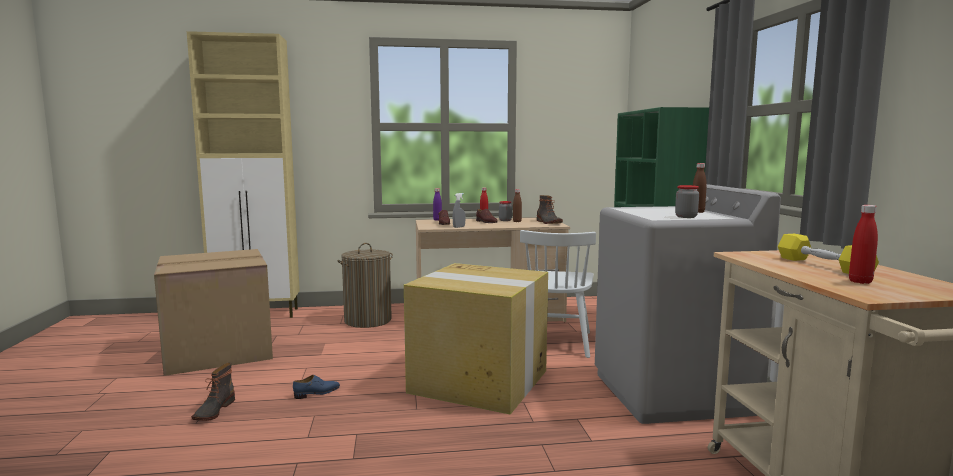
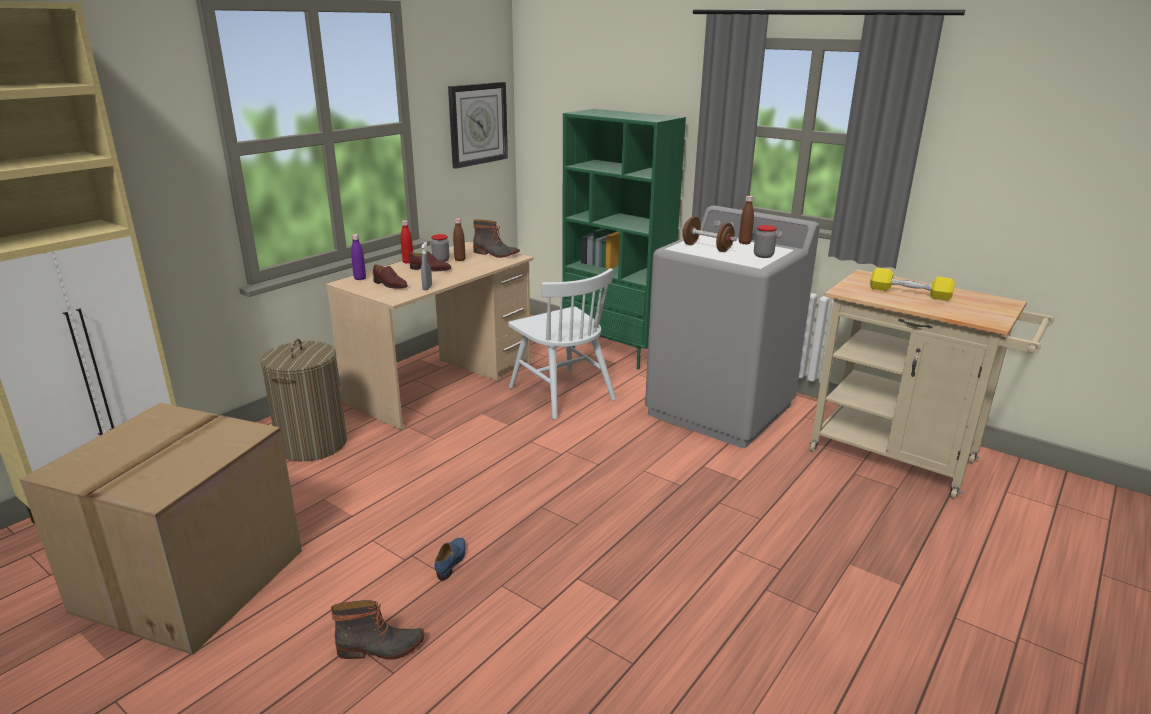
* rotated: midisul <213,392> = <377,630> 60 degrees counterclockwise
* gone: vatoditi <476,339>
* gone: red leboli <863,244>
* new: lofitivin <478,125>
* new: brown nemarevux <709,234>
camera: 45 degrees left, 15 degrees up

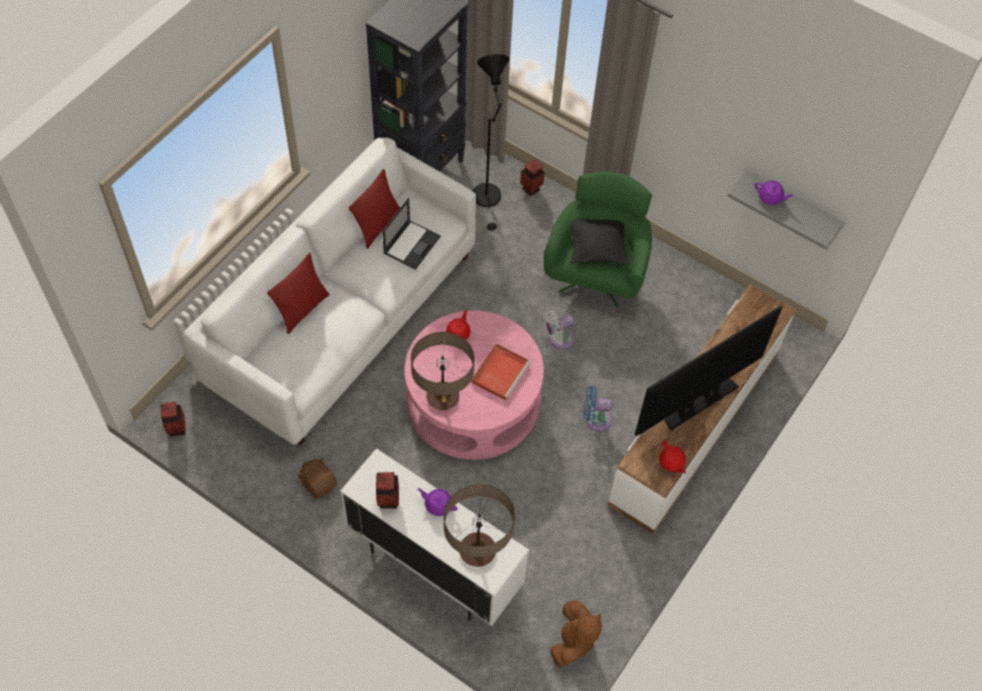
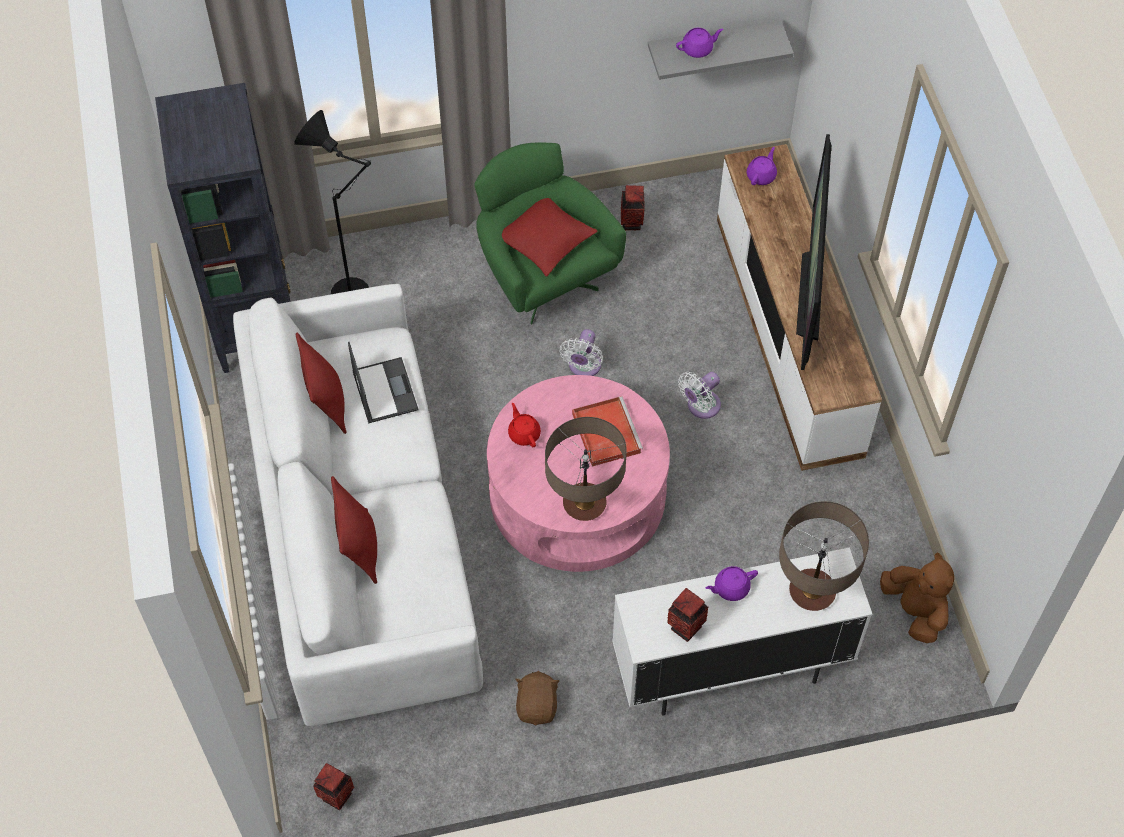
* rotated: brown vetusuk <317,477> = <537,698> 90 degrees clockwise
* shifted: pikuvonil <532,177> to <633,207>
* repainted: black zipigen <599,242> to red zipigen <550,237>
* repainted: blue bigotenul <597,408> to white bigotenul <699,395>
* gone: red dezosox <672,457>
* new: purple dezosox <762,166>
camera: 45 degrees left, 0 degrees up

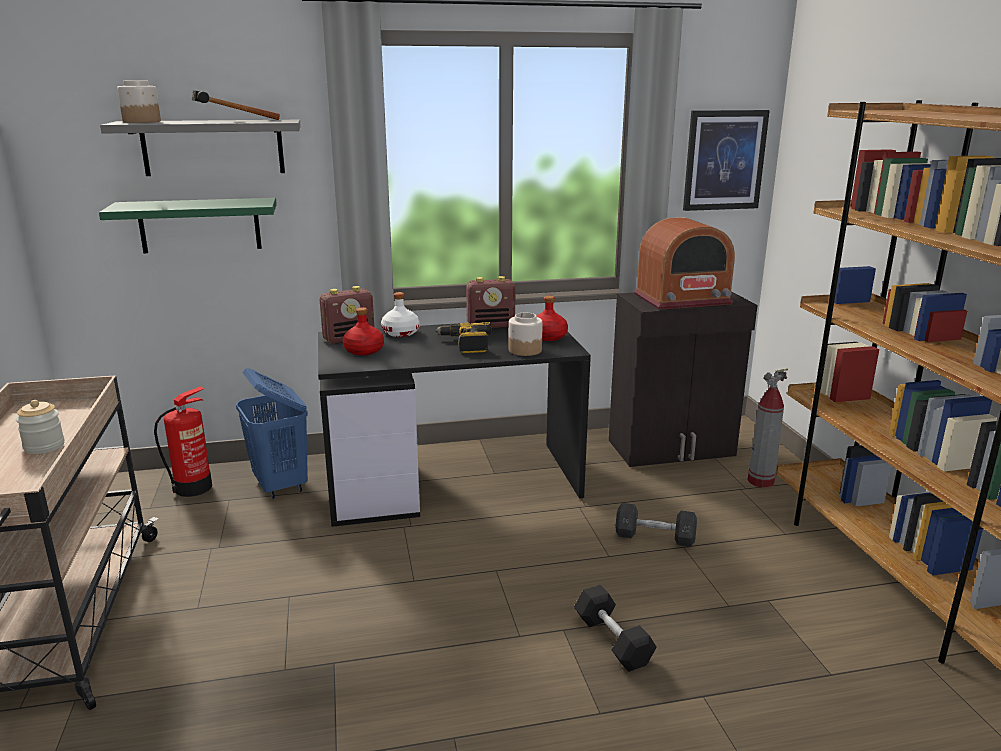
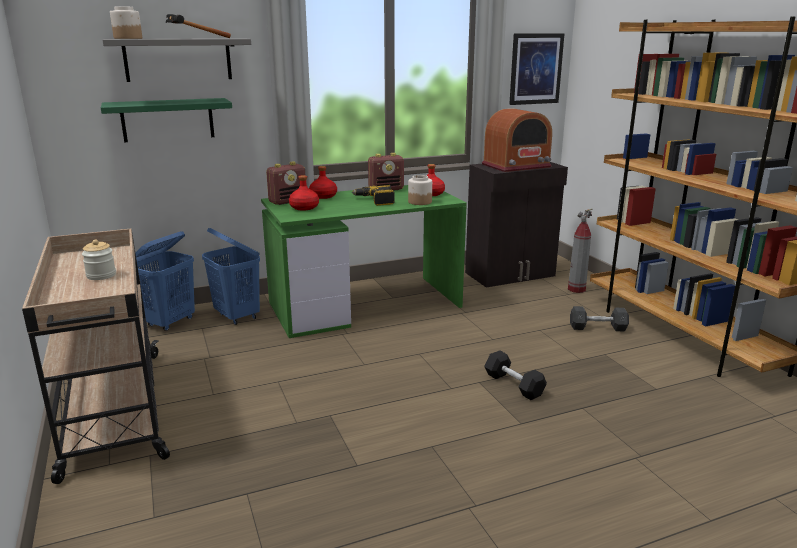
* swapped: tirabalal <183,441> to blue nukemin <165,281>
* repainted: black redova <454,425> to green redova <364,261>
* repainted: white leboli <400,314> to red leboli <323,182>
* shifted: grey nemarevux <656,525> to <599,319>
camera: 10 degrees left, 0 degrees up

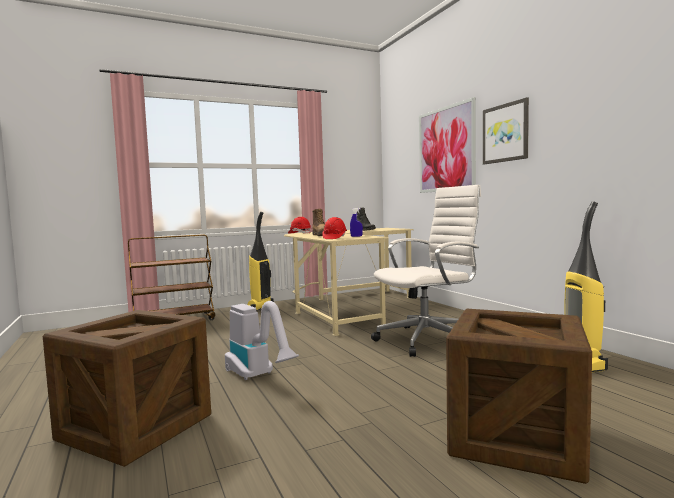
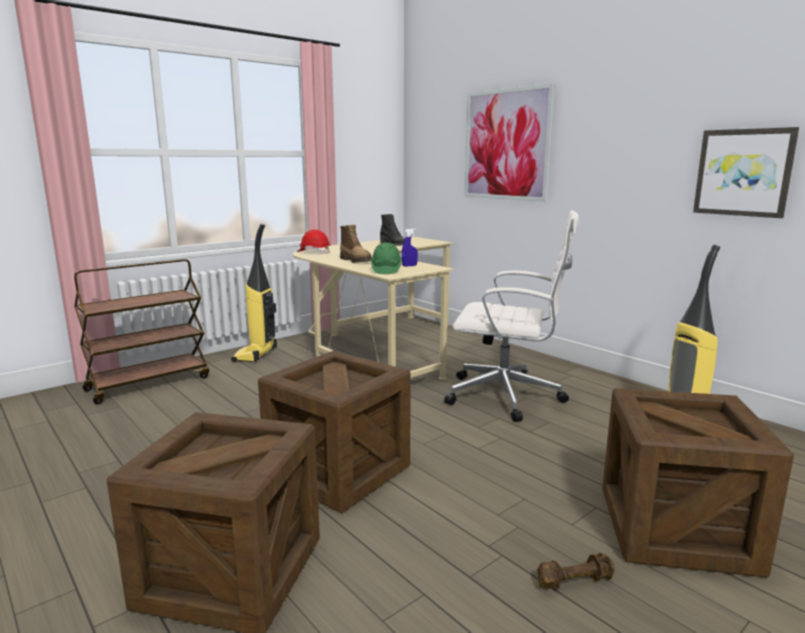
* swapped: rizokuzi <262,340> to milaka <334,431>
* repainted: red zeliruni <334,228> to green zeliruni <386,258>
* rotated: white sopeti <426,271> = <511,316> 60 degrees clockwise
* shifted: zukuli <506,131> to <746,172>
* new: brown nemarevux <576,570>
camera: 15 degrees left, 10 degrees up

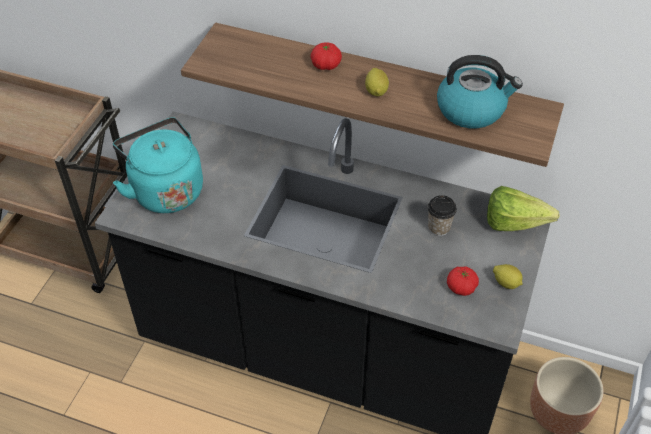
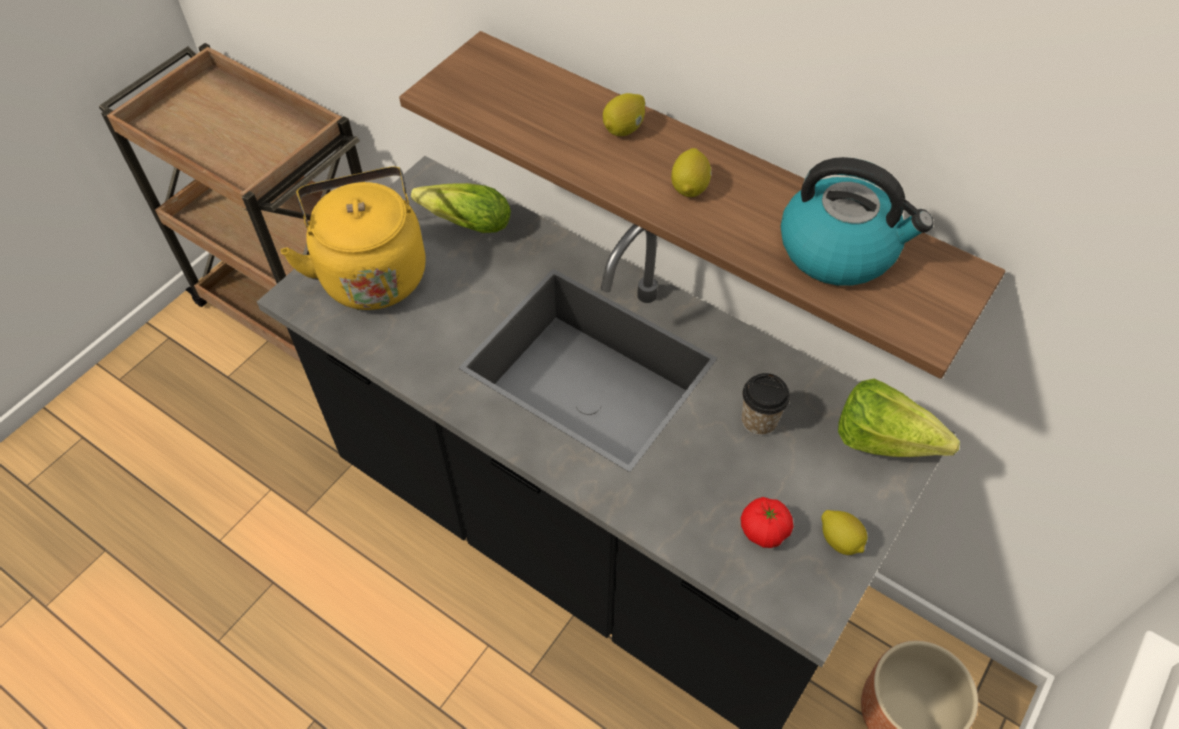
* repainted: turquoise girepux <158,165> to yellow girepux <353,238>
* swapped: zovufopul <326,56> to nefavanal <624,114>
* new: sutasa <461,208>
camera: 15 degrees right, 5 degrees up

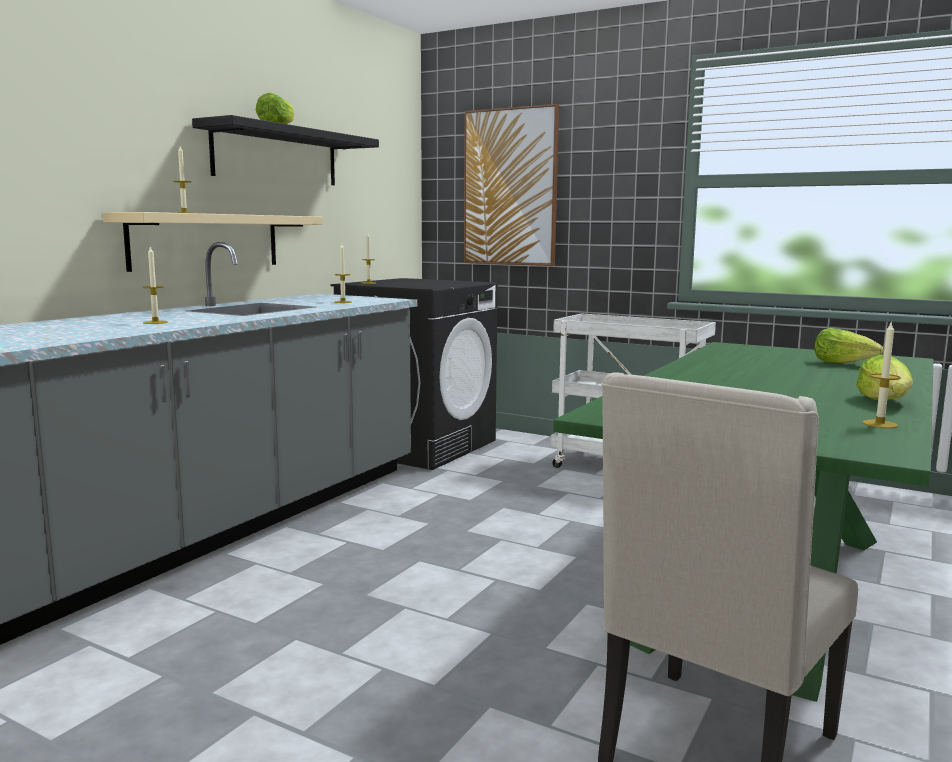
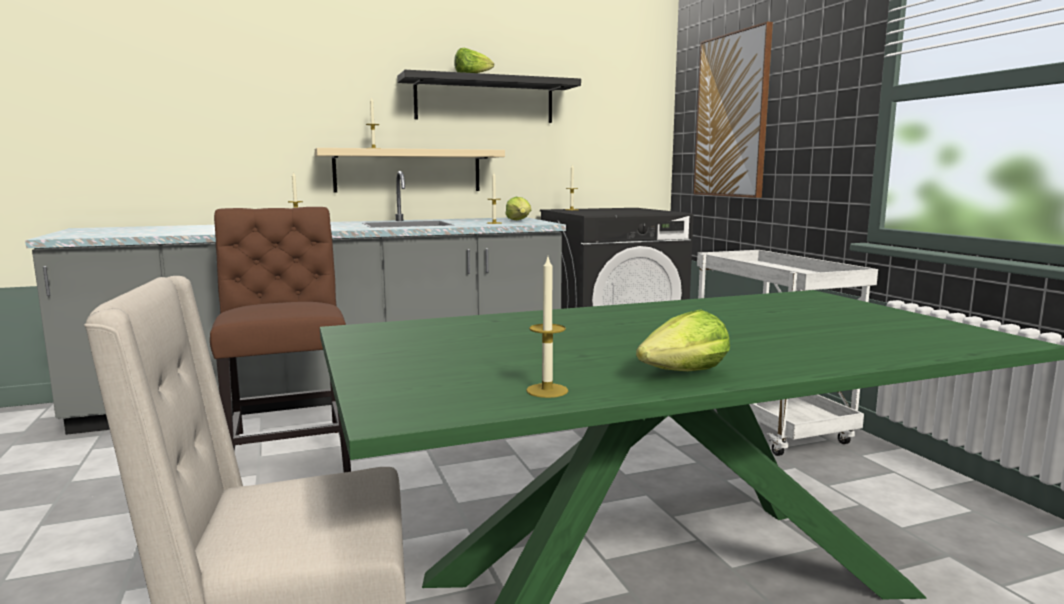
* shifted: sutasa <848,345> to <518,208>
* new: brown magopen <280,340>
camera: 40 degrees right, 0 degrees up

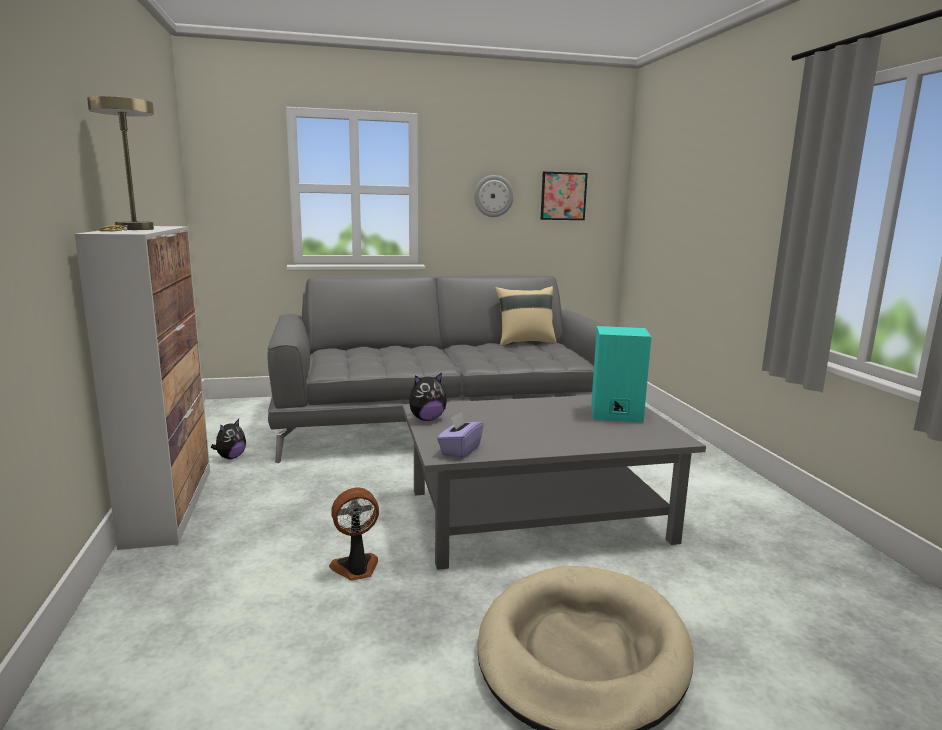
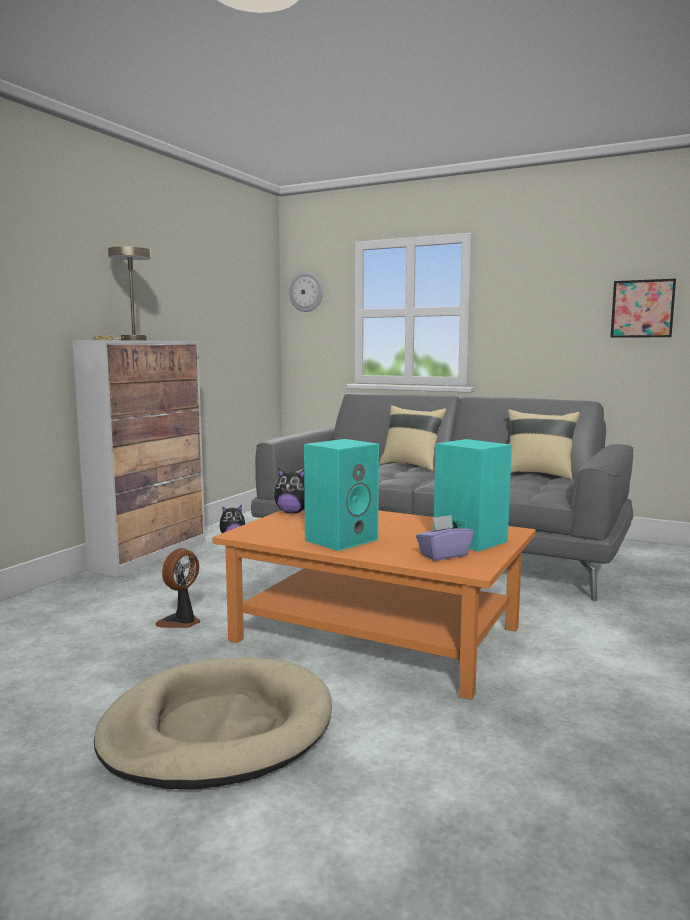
* rotated: bigotenul <354,534> = <178,588> 75 degrees counterclockwise
* repainted: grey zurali <554,482> to orange zurali <374,604>
* shifted: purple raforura <460,435> to <445,537>
* shifted: lofitivin <494,196> to <306,292>
* new: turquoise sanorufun <341,495>
* new: beige zipigen <412,438>
camera: 40 degrees right, 5 degrees down

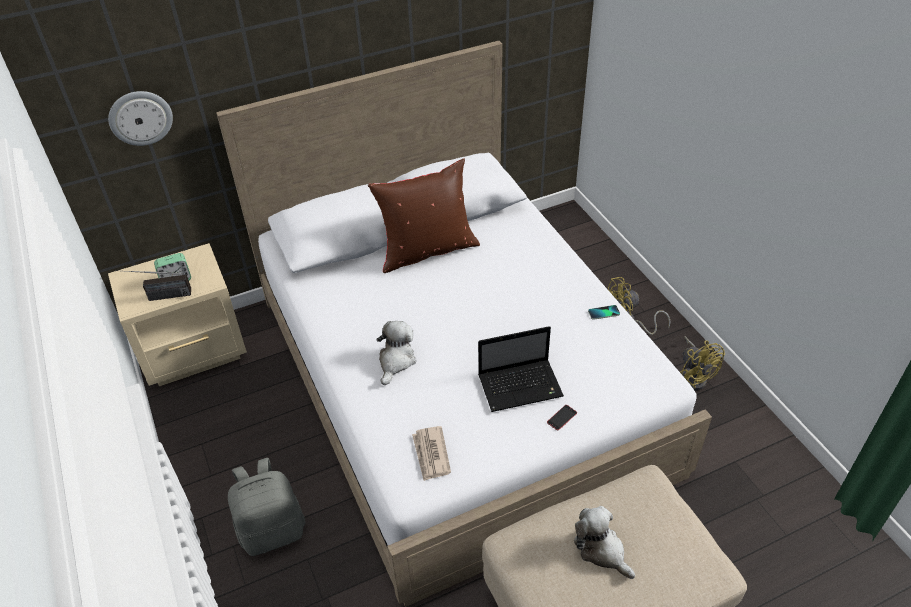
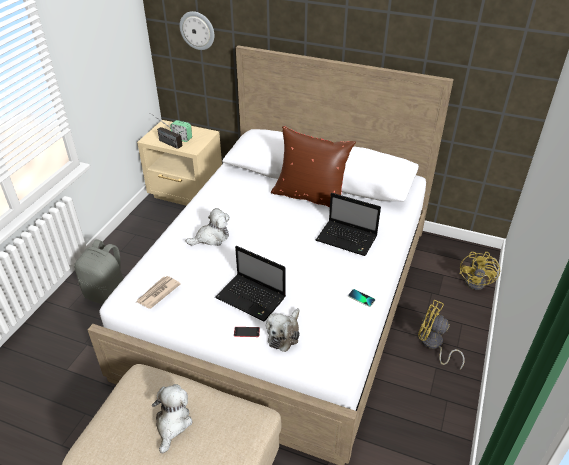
* shifted: yellow bigotenul <702,363> to <480,271>
* new: vetusuk <283,330>
* new: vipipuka <348,224>
camera: 45 degrees right, 5 degrees down

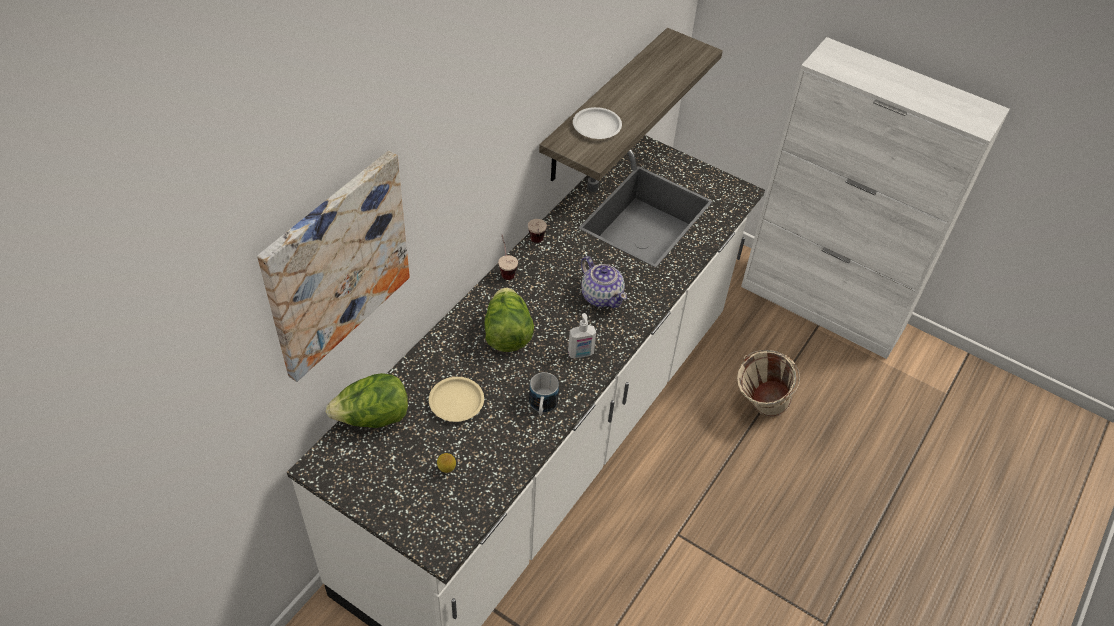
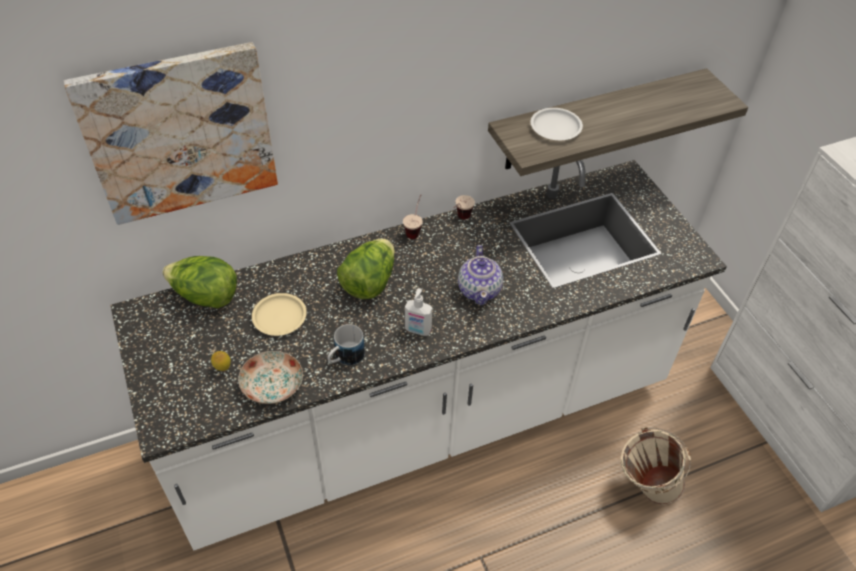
* new: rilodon <270,377>
camera: 35 degrees right, 0 degrees up

